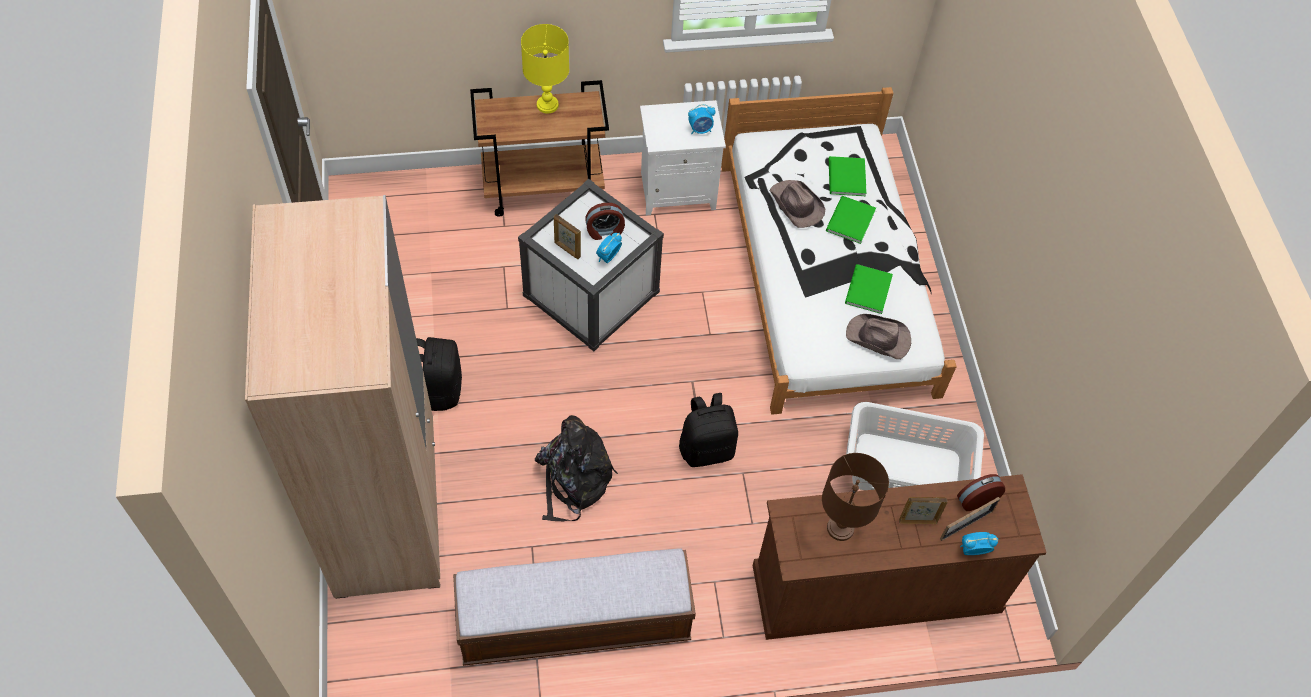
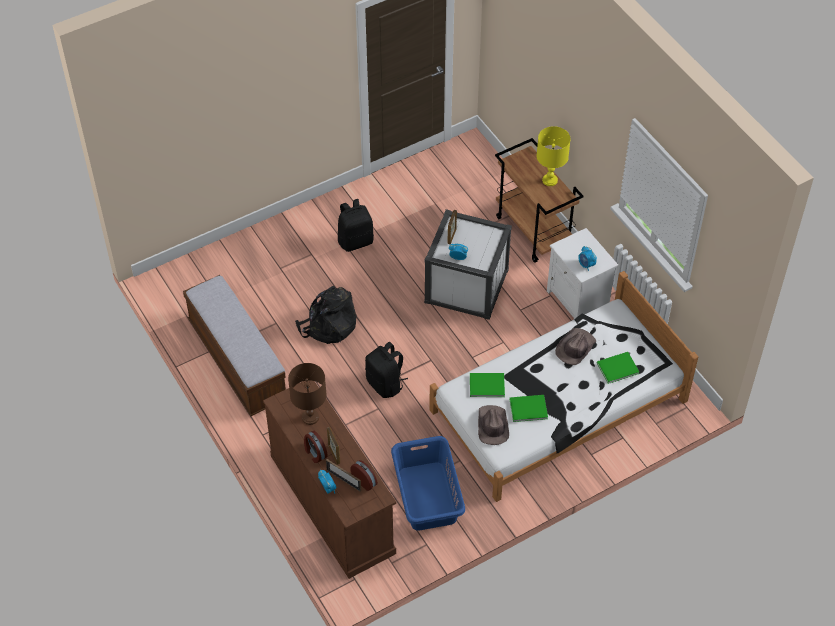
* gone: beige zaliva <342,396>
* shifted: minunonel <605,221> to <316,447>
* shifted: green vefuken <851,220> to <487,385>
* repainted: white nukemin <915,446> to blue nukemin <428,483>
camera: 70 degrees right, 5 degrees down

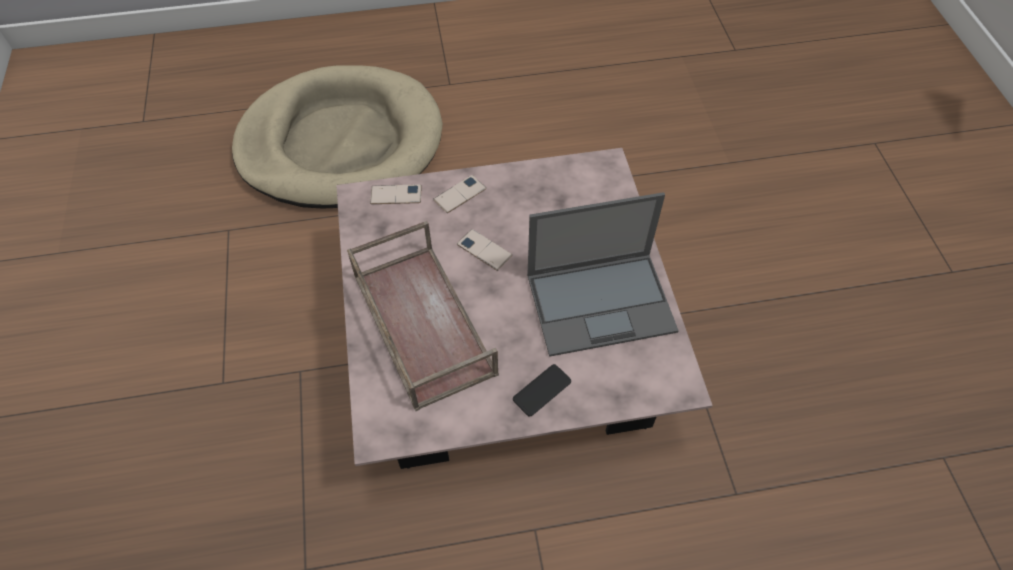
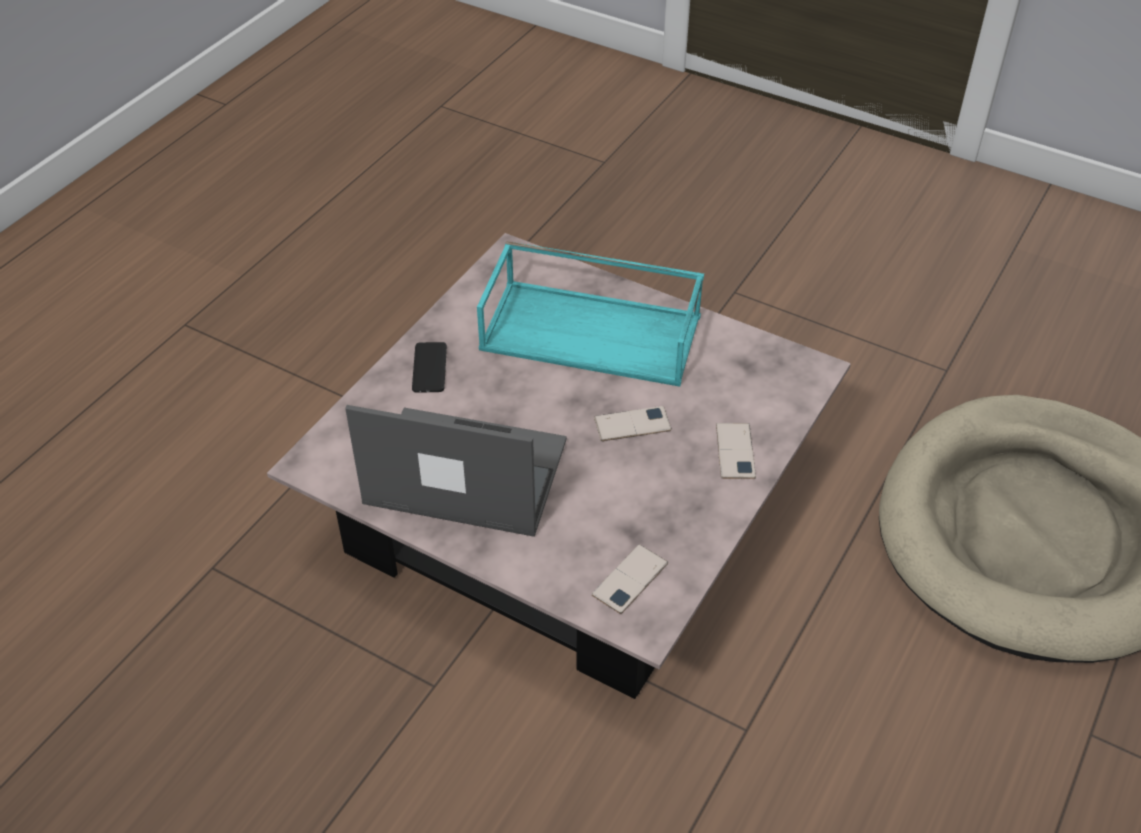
* repainted: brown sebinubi <423,316> to turquoise sebinubi <590,314>
* shifted: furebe <396,194> to <630,579>
* rotated: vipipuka <603,274> = <456,471> 75 degrees clockwise
camera: 130 degrees right, 10 degrees down

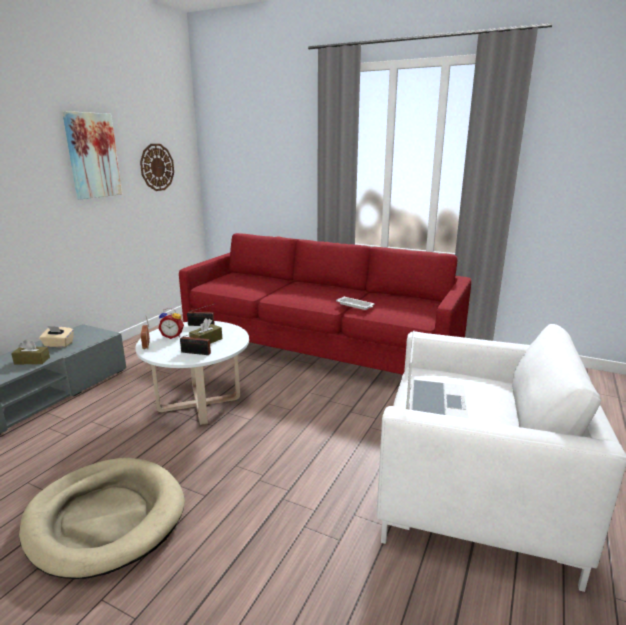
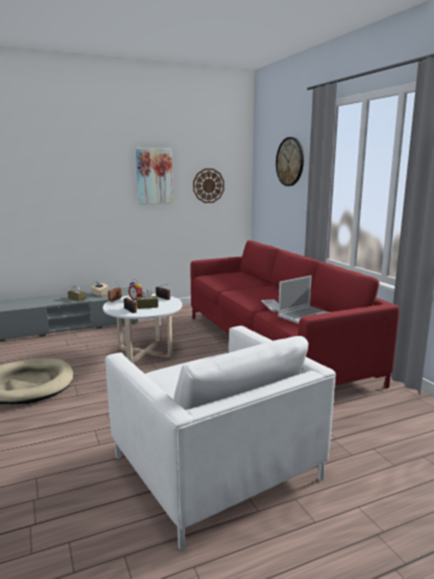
* shifted: vipipuka <437,375> to <303,299>
* new: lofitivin <290,161>
camera: 40 degrees right, 5 degrees down

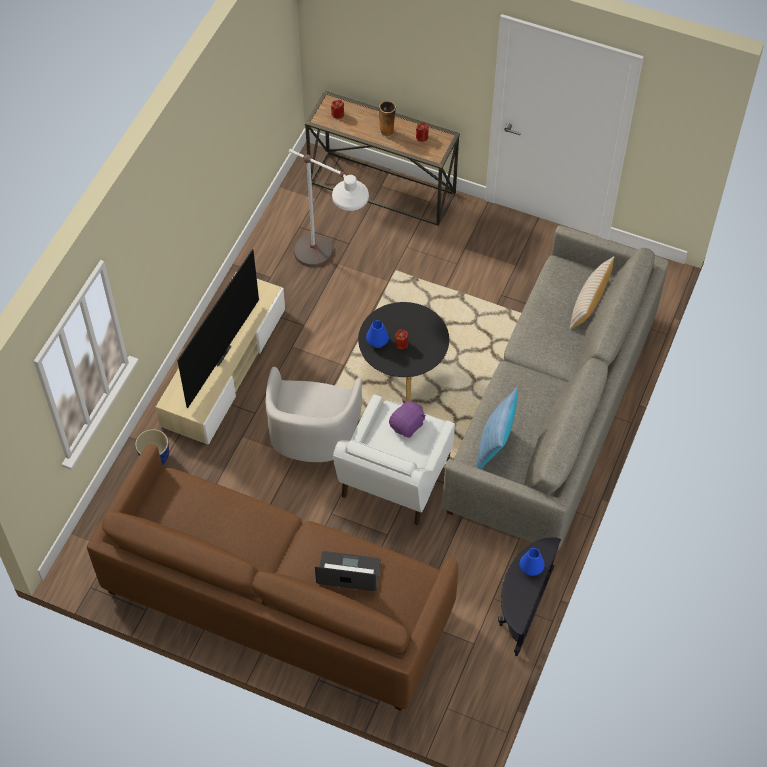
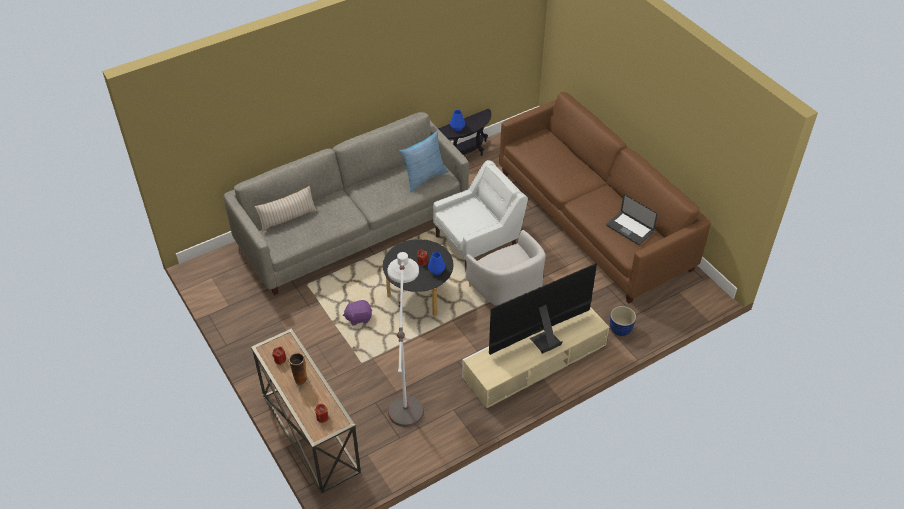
* rotated: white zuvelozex <314,414> = <506,268> 105 degrees clockwise
* shifted: vipipuka <348,571> to <632,219>
* shifted: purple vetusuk <407,418> to <357,312>
camera: 145 degrees left, 10 degrees down

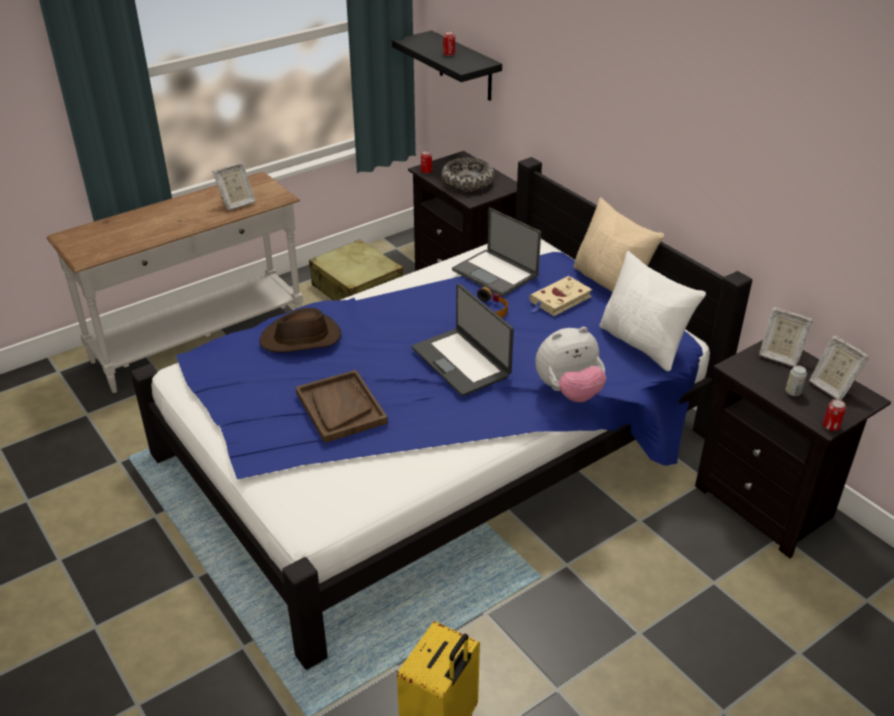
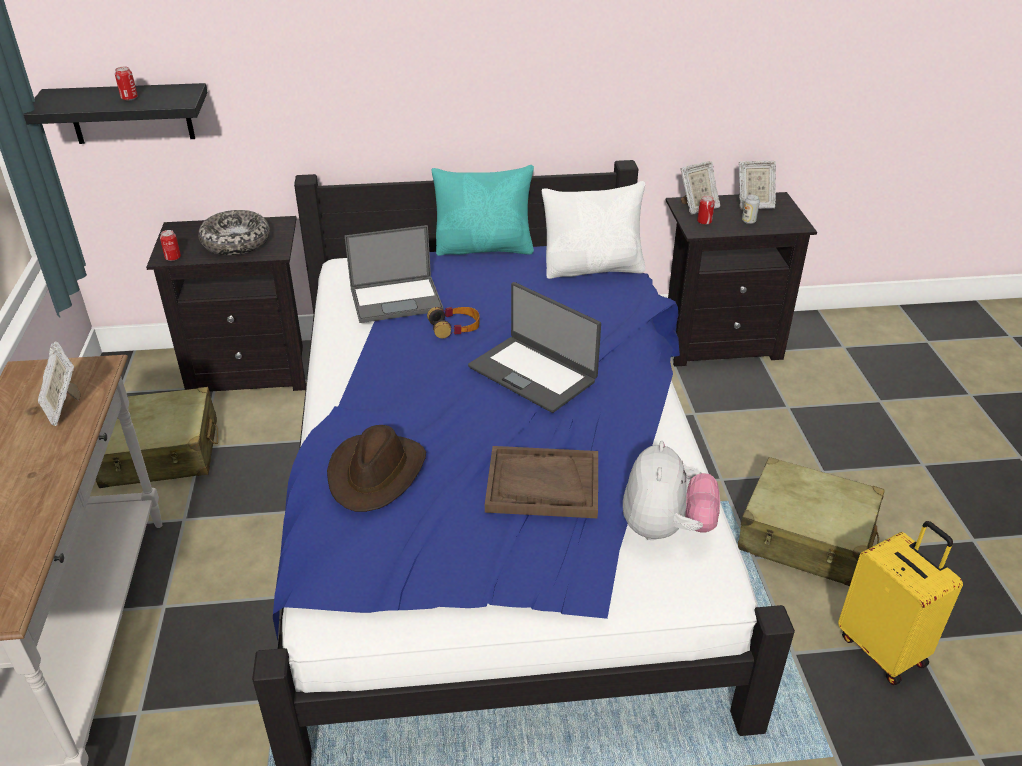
* rotated: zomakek <234,186> = <59,383> 150 degrees clockwise
* rotated: vipipuka <462,340> = <534,347> 45 degrees clockwise
* gone: beige vefuken <560,296>
* shifted: vetusuk <570,364> to <671,490>
* repainted: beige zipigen <619,245> to turquoise zipigen <482,210>
* shifted: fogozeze <834,415> to <706,210>
* new: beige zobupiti <811,521>
camera: 60 degrees left, 0 degrees up

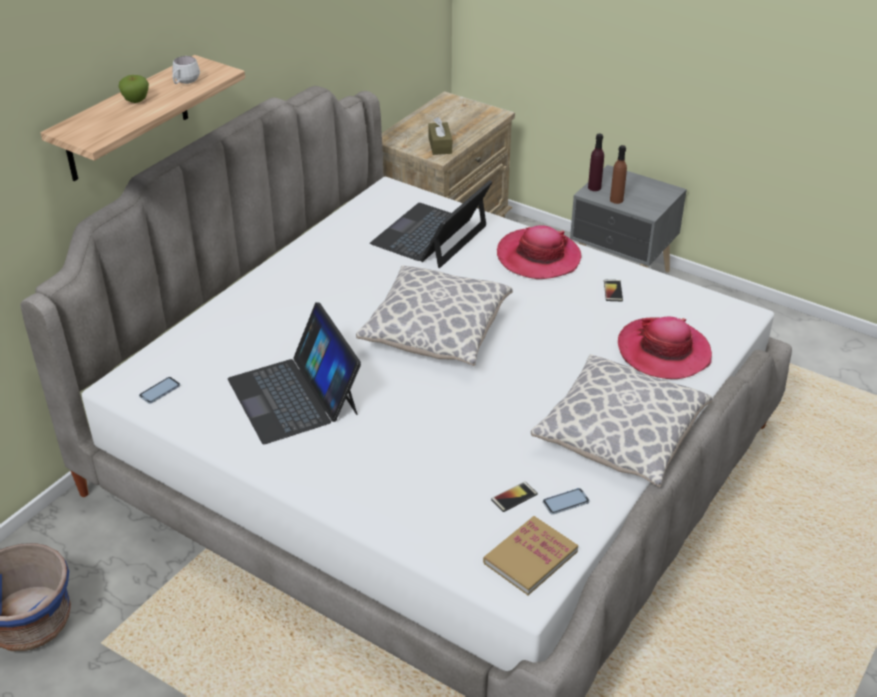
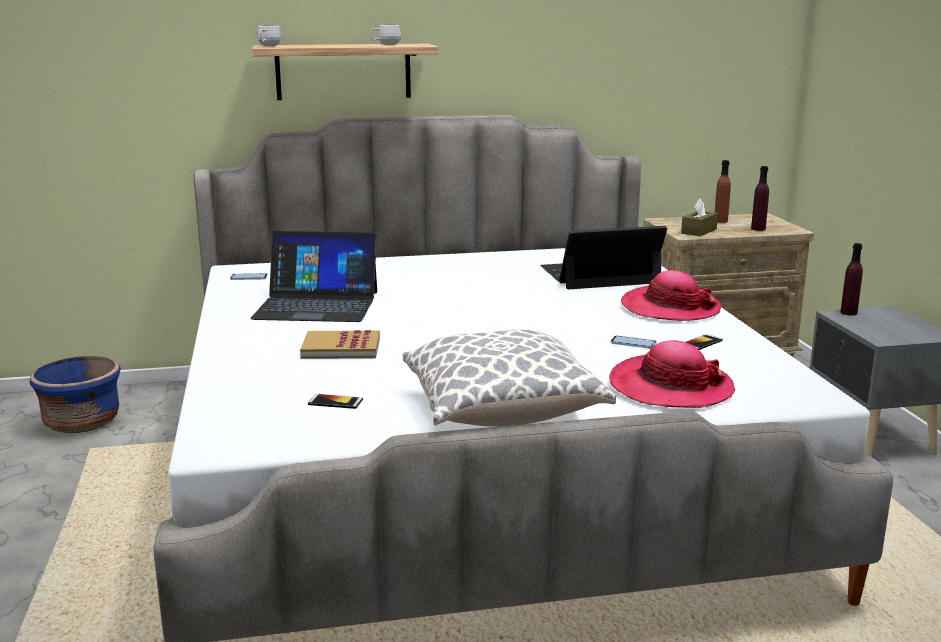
* gone: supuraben <133,89>
* rotated: vipipuka <294,373> = <313,276> 105 degrees counterclockwise
* gone: zipigen <434,315>
* shifted: vefuken <530,555> to <340,344>
* shifted: furebe <566,501> to <633,342>
* shifted: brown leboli <618,174> to <723,191>
* new: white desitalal <269,36>
* new: purple leboli <760,198>
camera: 45 degrees right, 20 degrees down

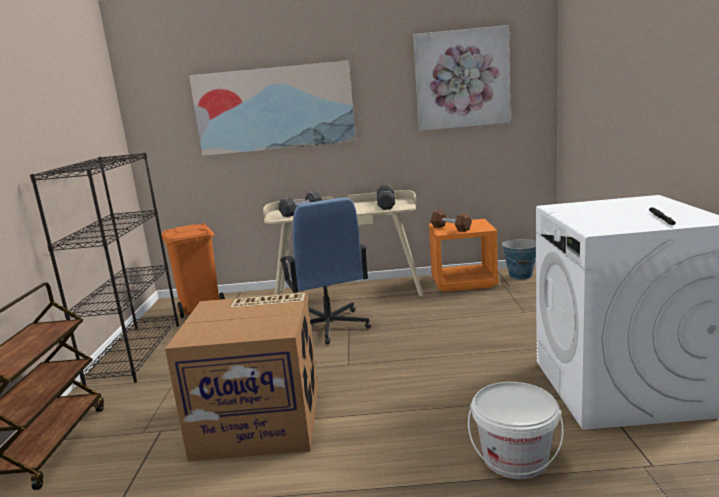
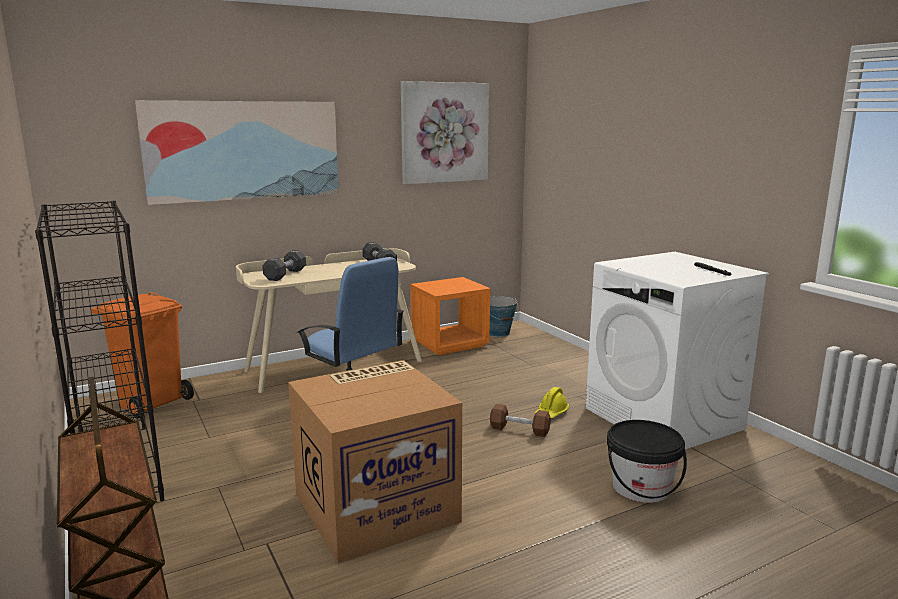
* shifted: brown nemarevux <451,221> to <520,420>
* repainted: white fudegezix <516,430> to black fudegezix <647,461>
* new: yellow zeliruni <552,402>
camera: 30 degrees left, 0 degrees up

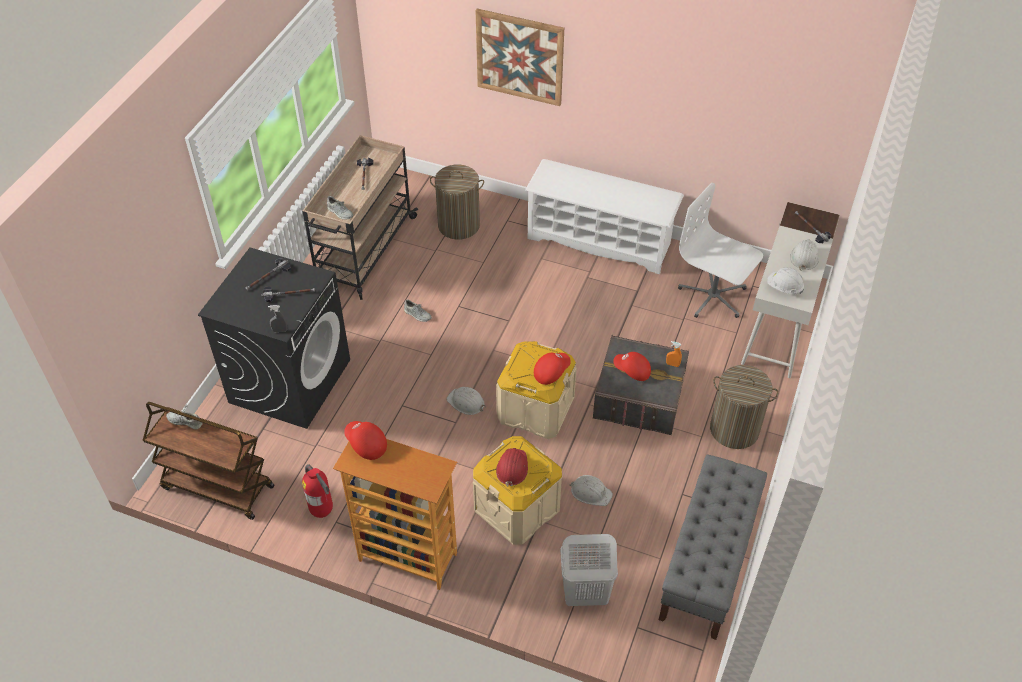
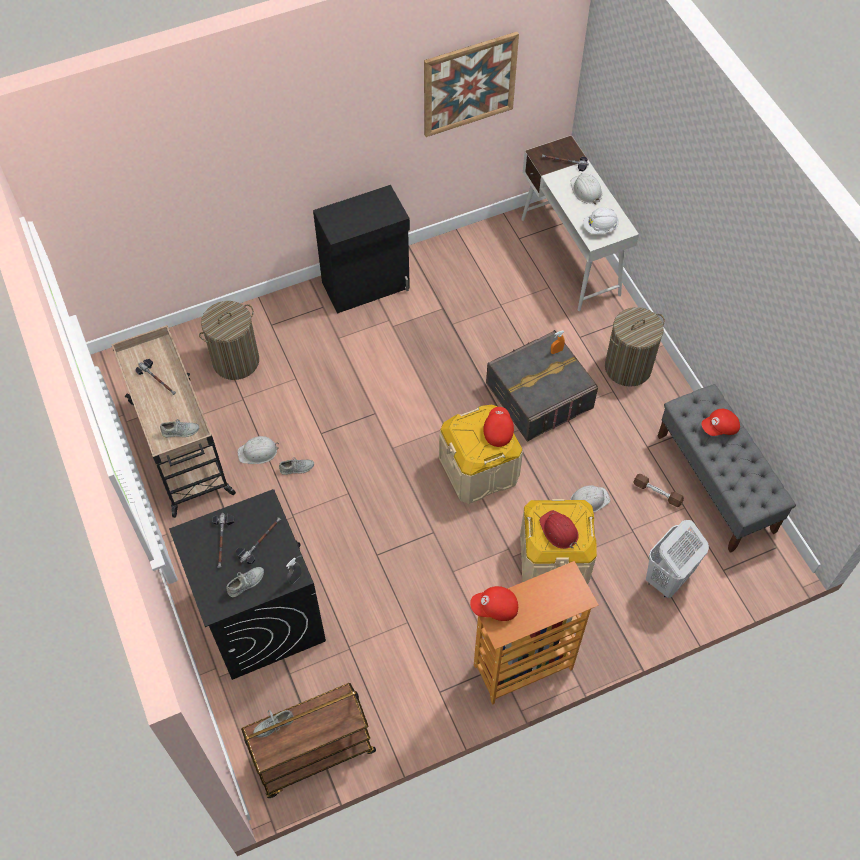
* gone: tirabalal <317,491>
* shifted: white zeliruni <466,401> to <258,450>
* shifted: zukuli <519,57> to <471,84>
* swapped: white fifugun <604,216> to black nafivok <361,249>
* shifted: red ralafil <632,366> to <721,422>
* gone: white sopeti <720,250>
* new: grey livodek <245,582>
* new: brown nemarevux <658,490>
camera: 45 degrees left, 10 degrees up

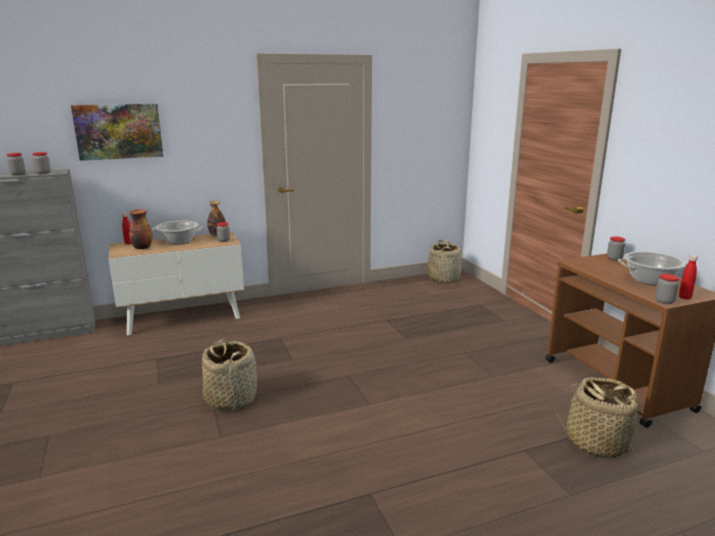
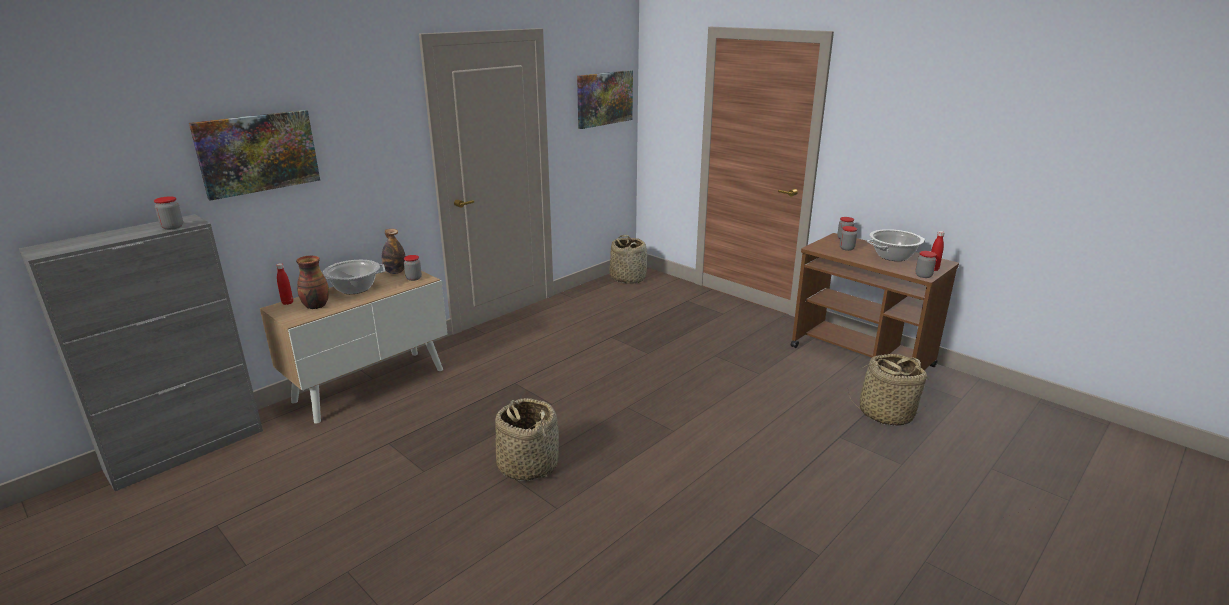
* shifted: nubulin <16,164> to <848,238>
* new: zukuli <605,99>
camera: 25 degrees left, 5 degrees up

